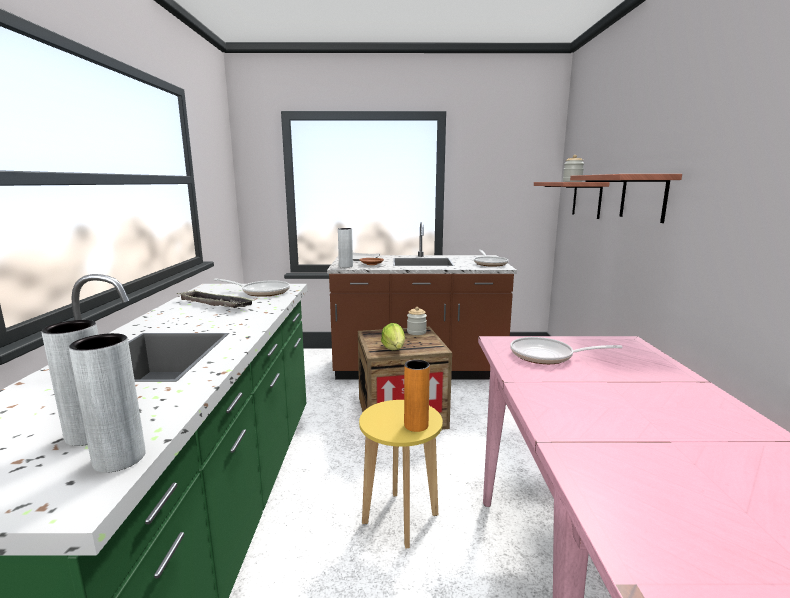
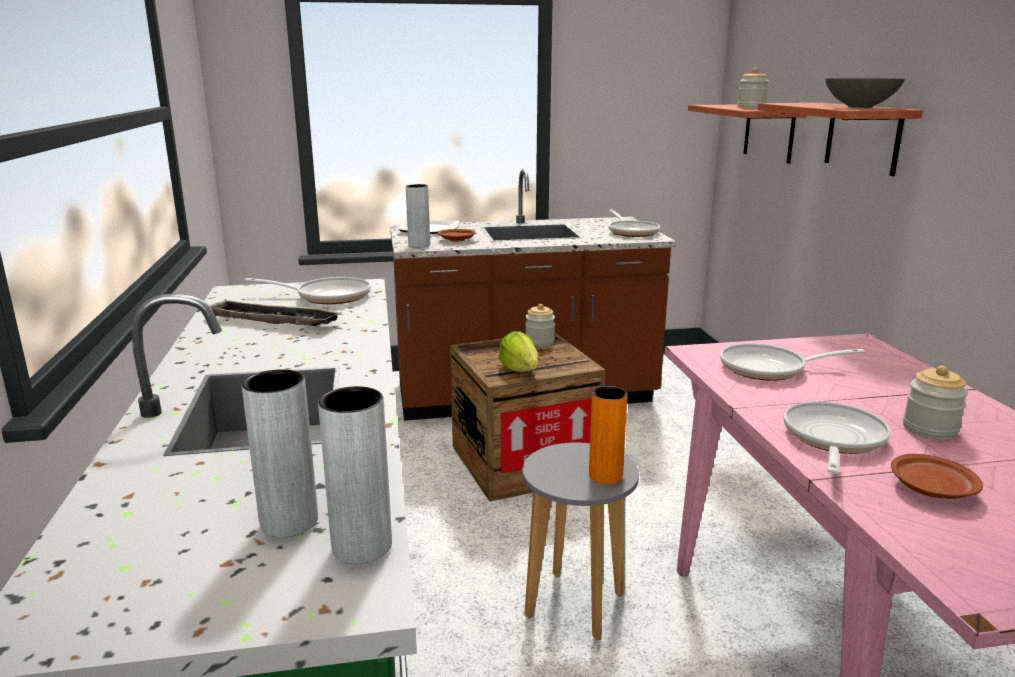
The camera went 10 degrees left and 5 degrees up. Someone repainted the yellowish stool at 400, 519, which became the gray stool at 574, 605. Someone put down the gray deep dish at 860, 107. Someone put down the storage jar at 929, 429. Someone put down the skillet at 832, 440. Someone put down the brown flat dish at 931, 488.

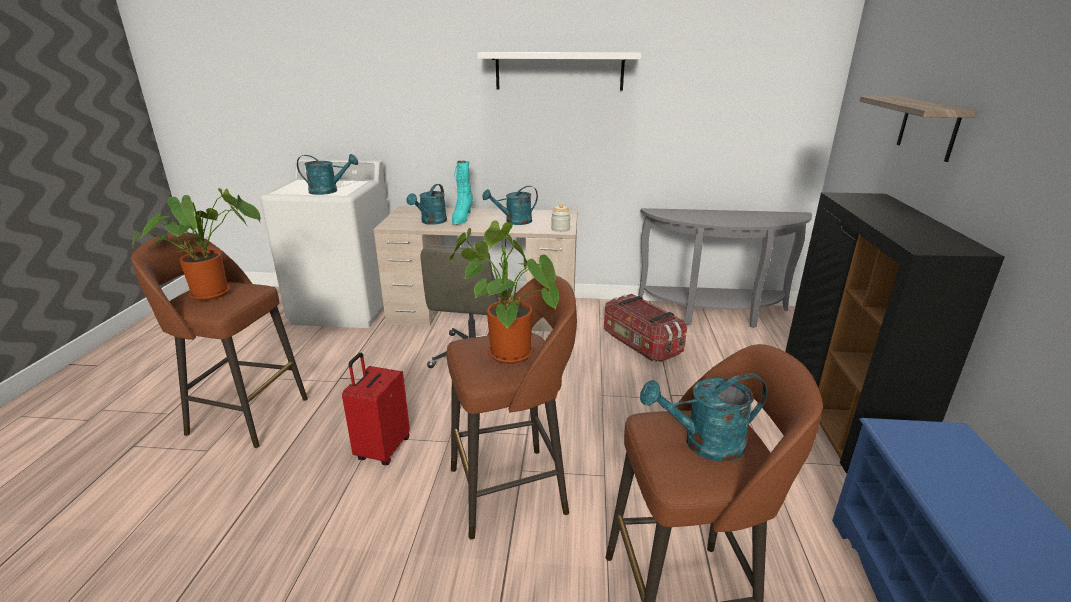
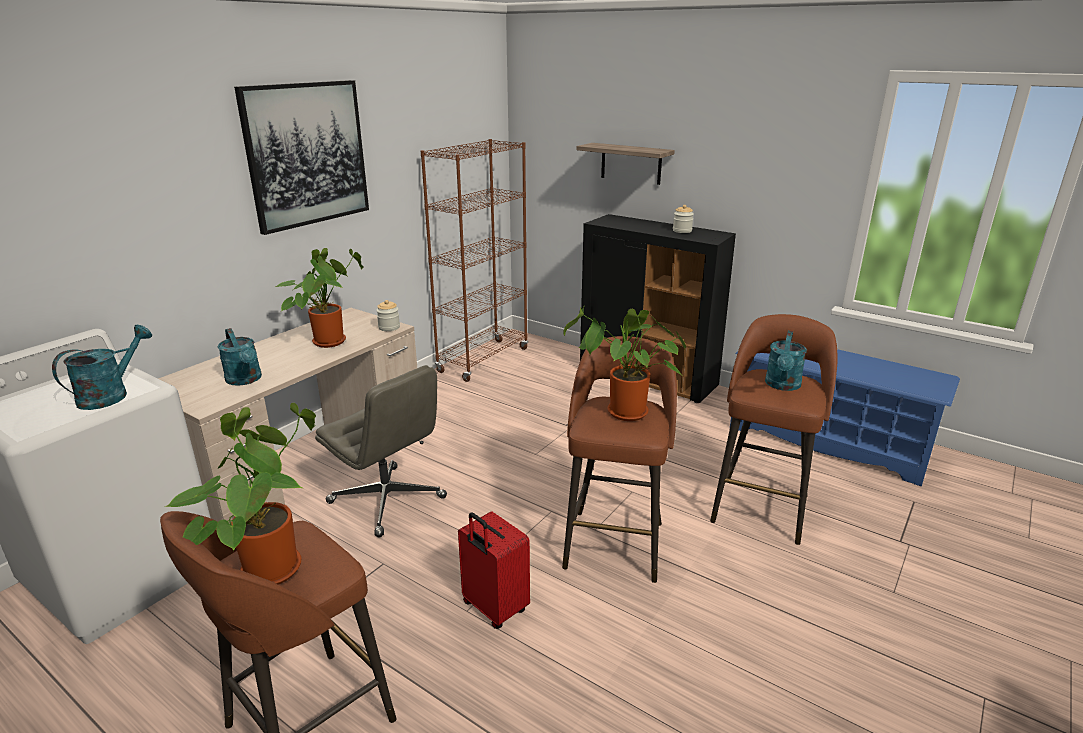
The camera went 60 degrees left and 0 degrees up. Someone swapped the whitish bracket shelf at 559, 71 for the wall art at 307, 154. Someone took away the turquoise-coloured high-top boot at 462, 219. Someone swapped the turquoise-coloured watering can at 514, 221 for the houseplant at 329, 340. Someone swapped the gray hall table at 714, 315 for the brown bookshelf at 483, 360. Someone took away the storage box at 640, 344. Someone put down the storage jar at 682, 231.

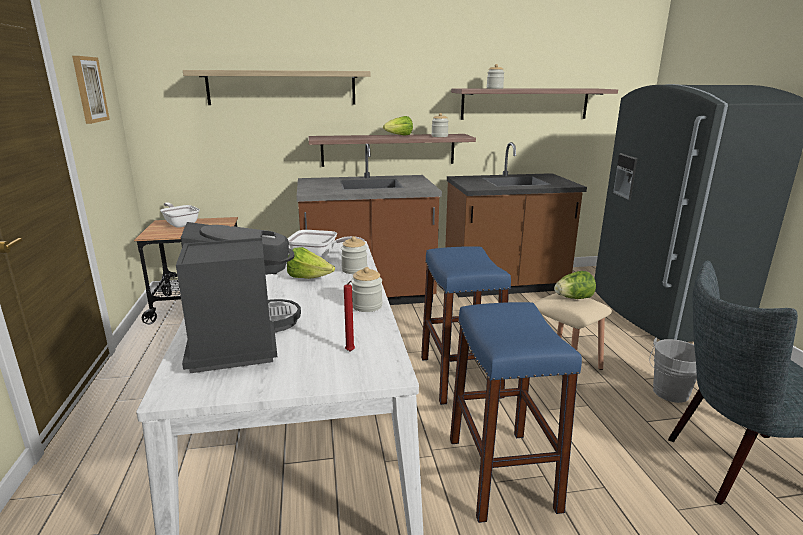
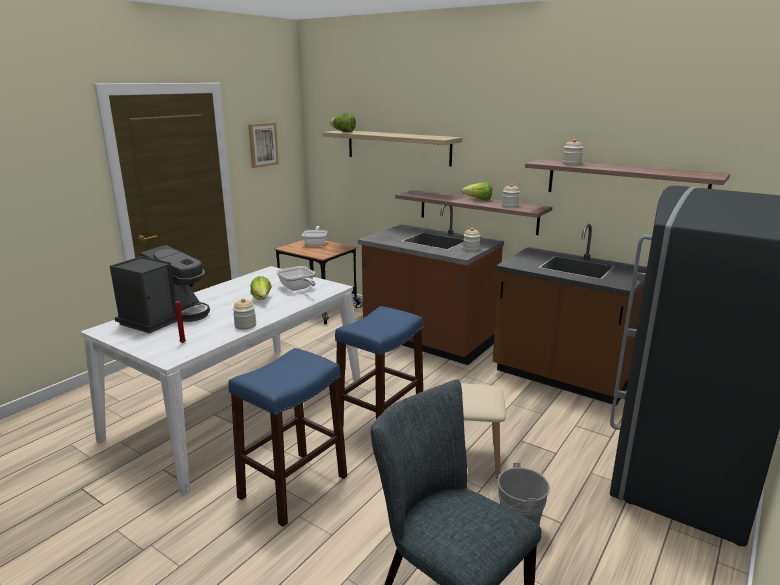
The camera went 45 degrees right and 0 degrees up. Someone carried the storage jar from 354, 270 to 471, 250. Someone carried the lettuce head from 573, 298 to 343, 132.

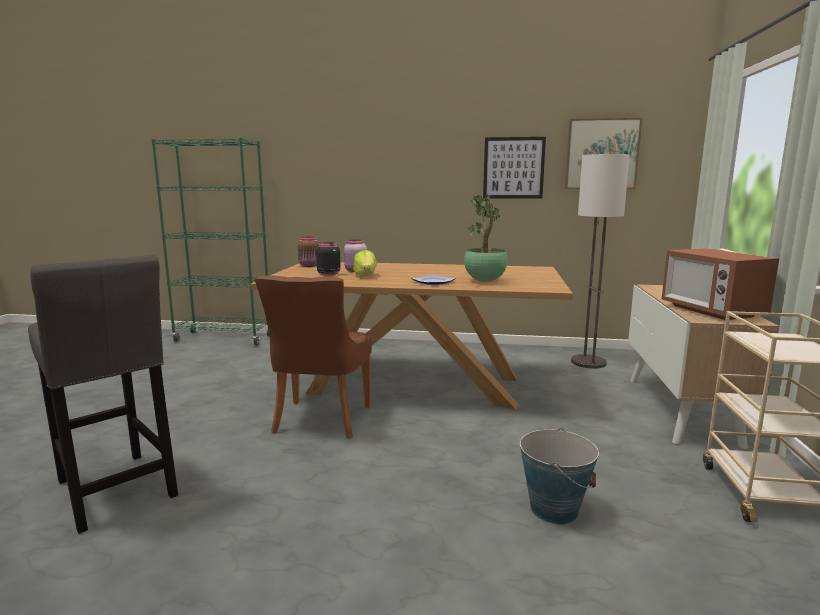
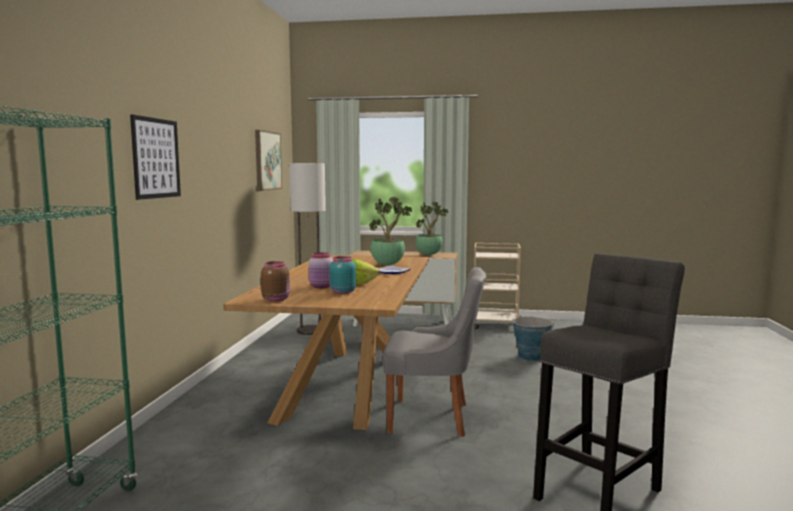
The camera went 90 degrees left and 5 degrees down. Someone carried the wall art from 513, 168 to 156, 158. Someone repainted the blackish storage jar at 328, 274, which became the turquoise-coloured storage jar at 342, 292. Someone swapped the microwave at 711, 311 for the houseplant at 429, 254. Someone repainted the brown plain chair at 320, 420, which became the gray plain chair at 433, 418.

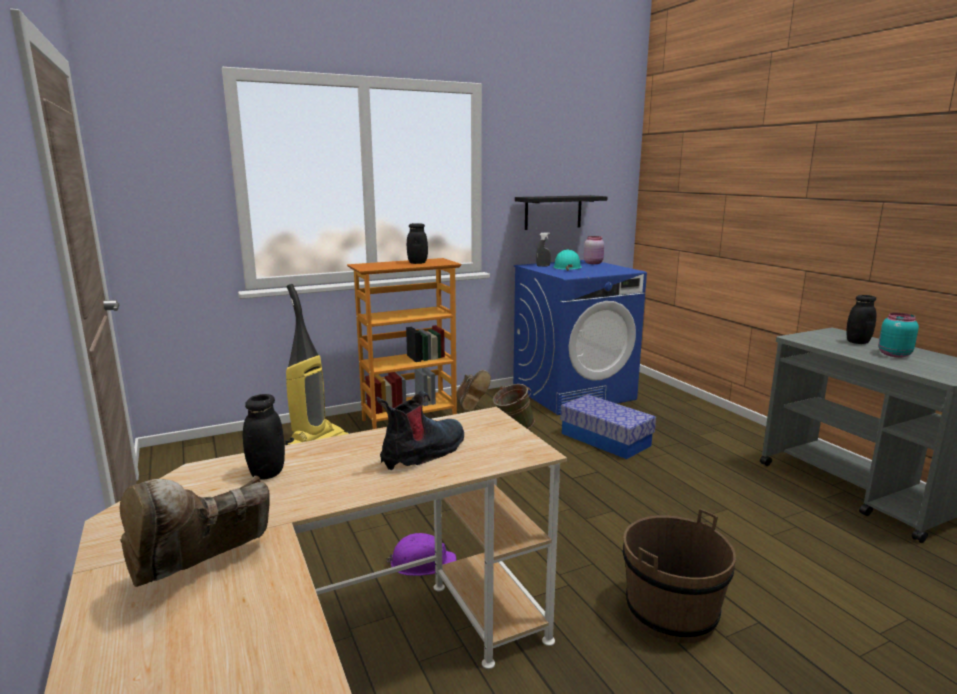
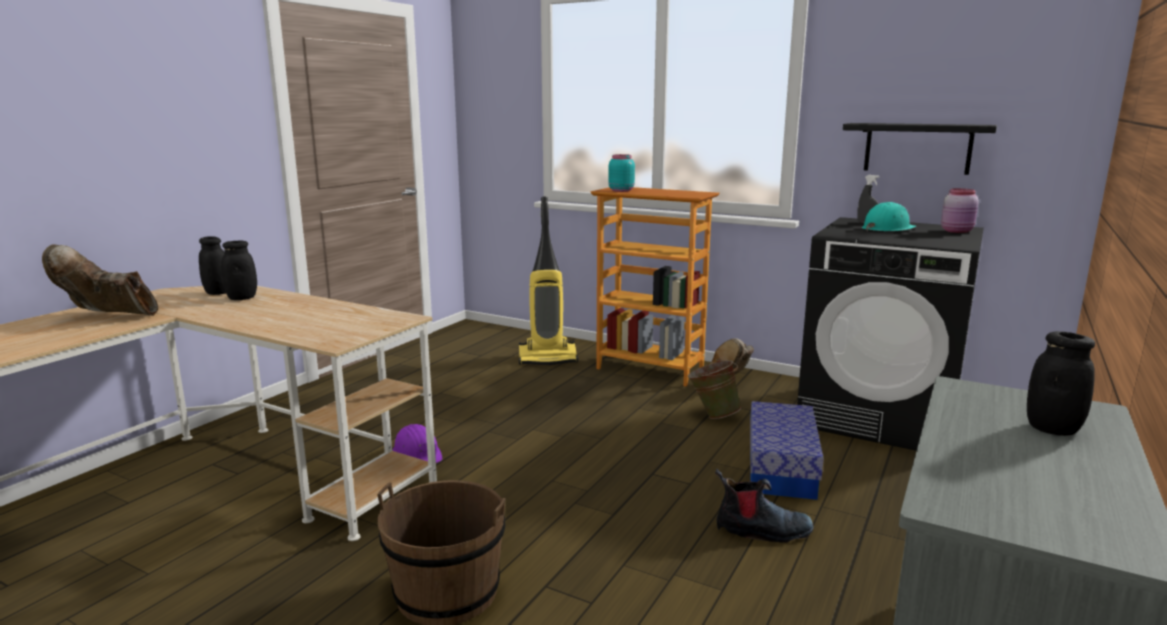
The camera went 55 degrees right and 0 degrees up. Someone carried the blackish storage jar from 417, 263 to 217, 292. Someone repainted the bluish laundry machine at 573, 393, which became the blackish laundry machine at 879, 416. Someone carried the turquoise-coloured storage jar from 893, 354 to 621, 190. Someone carried the high-top boot from 424, 453 to 762, 531.

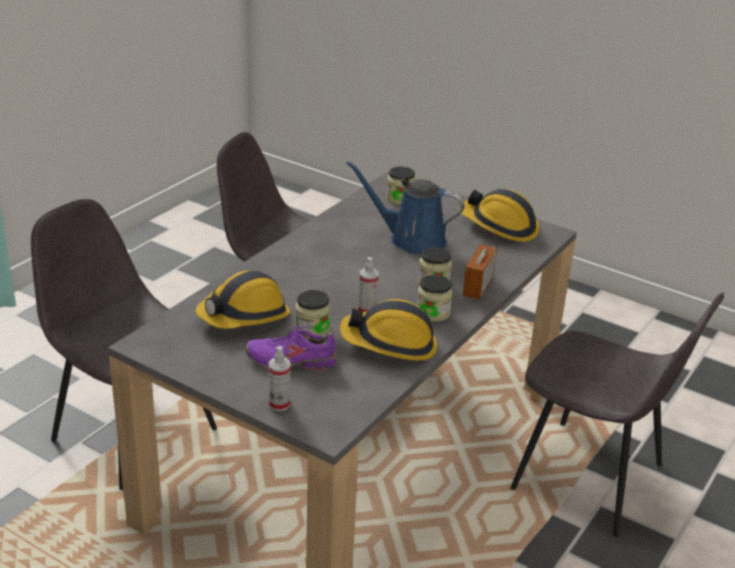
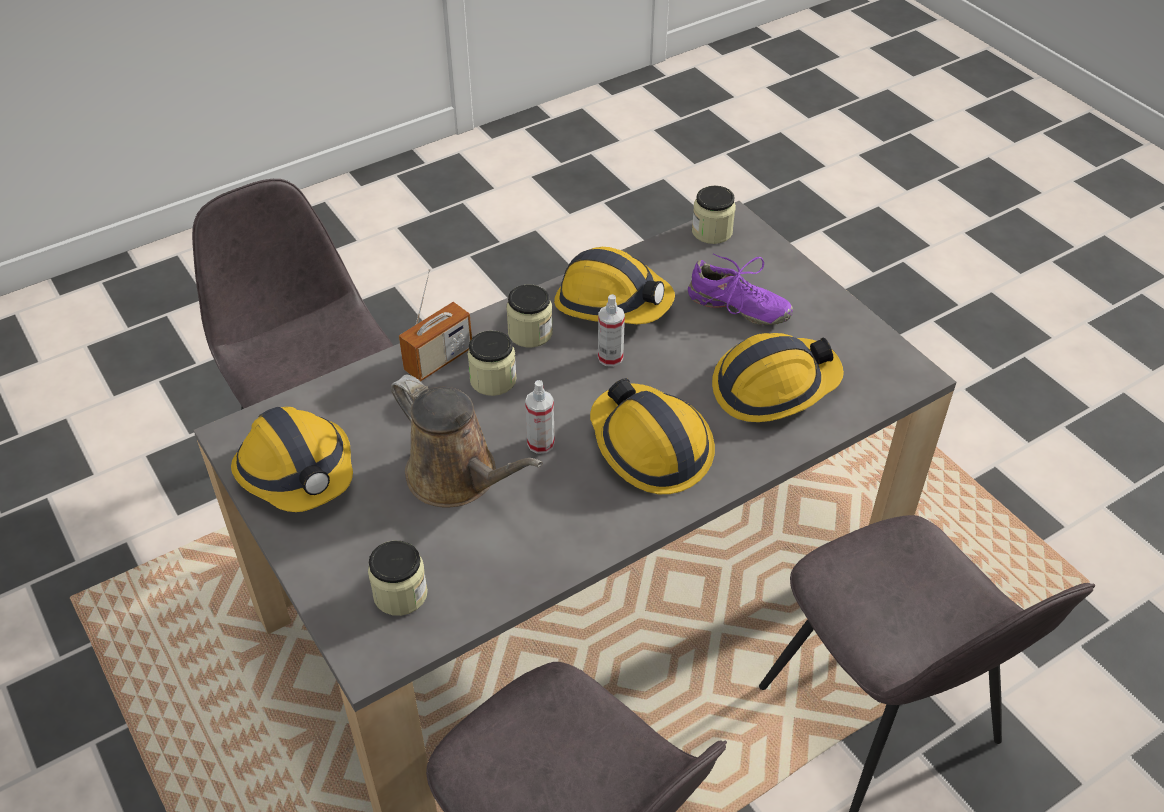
The camera went 155 degrees left and 15 degrees up. Someone repainted the bluish watering can at 411, 239, which became the brown watering can at 458, 477. Someone carried the storage jar from 312, 329 to 712, 231. Someone carried the hand sprayer from 279, 404 to 541, 443. Someone put down the work helmet at 650, 447.

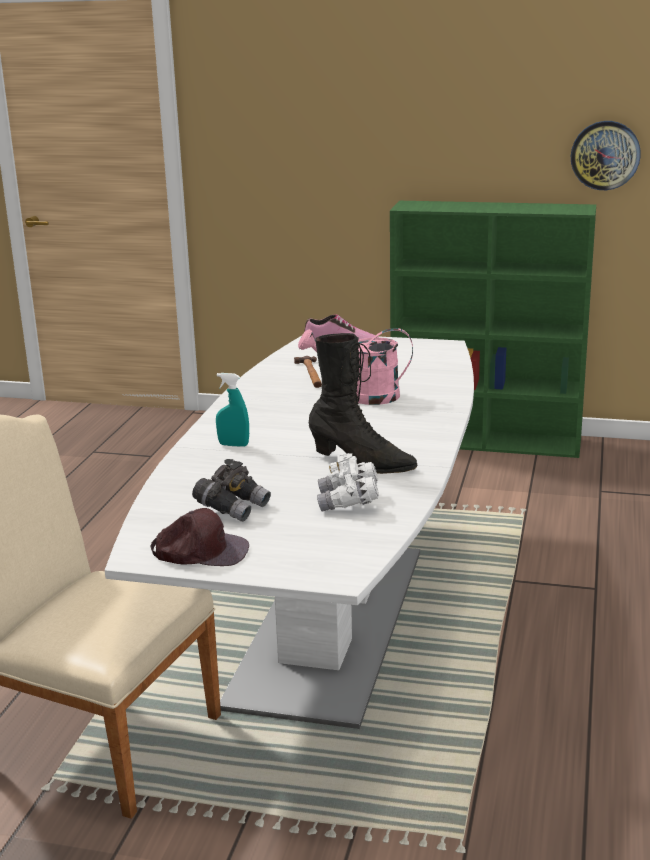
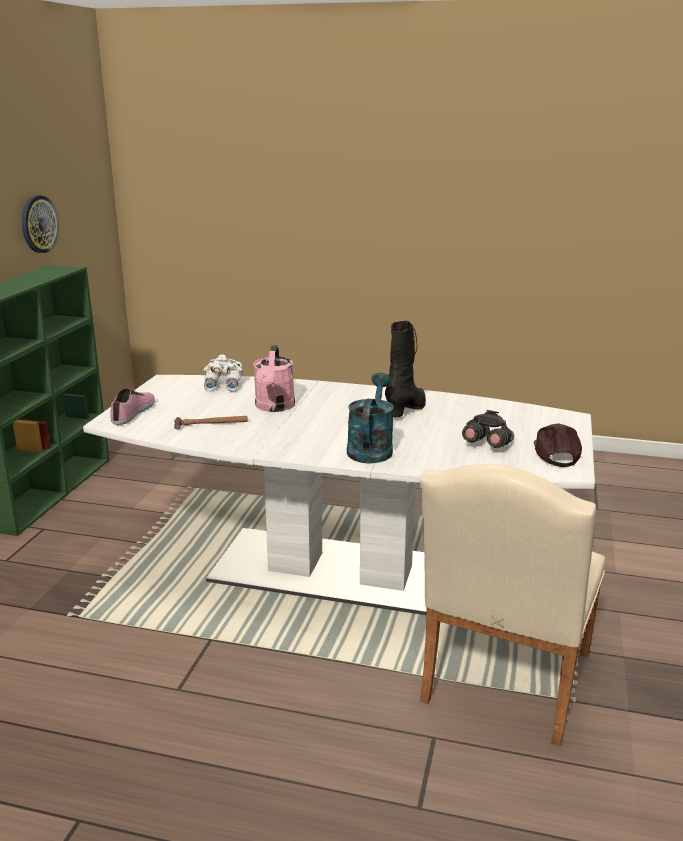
The camera went 90 degrees left and 0 degrees up. Someone swapped the turquoise-coloured hand sprayer at 233, 445 for the turquoise-coloured watering can at 371, 448. Someone carried the whitish field glasses from 349, 502 to 224, 385.

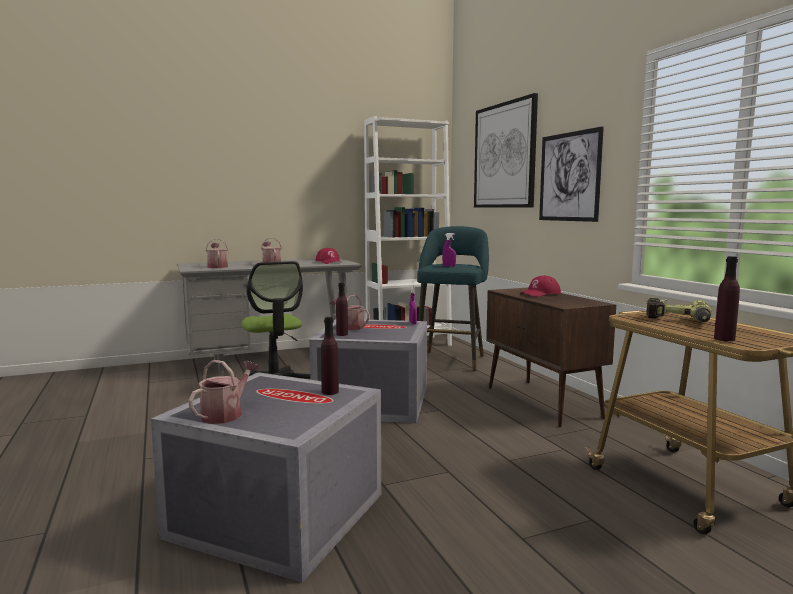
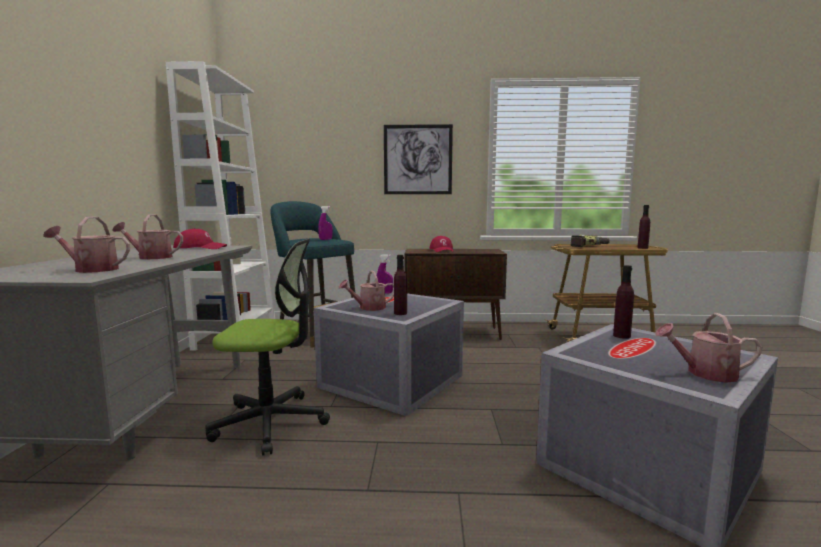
The camera went 65 degrees left and 0 degrees up. Someone took away the wall art at 504, 156. Someone rotated the watering can at 225, 414 by 45 degrees counterclockwise.

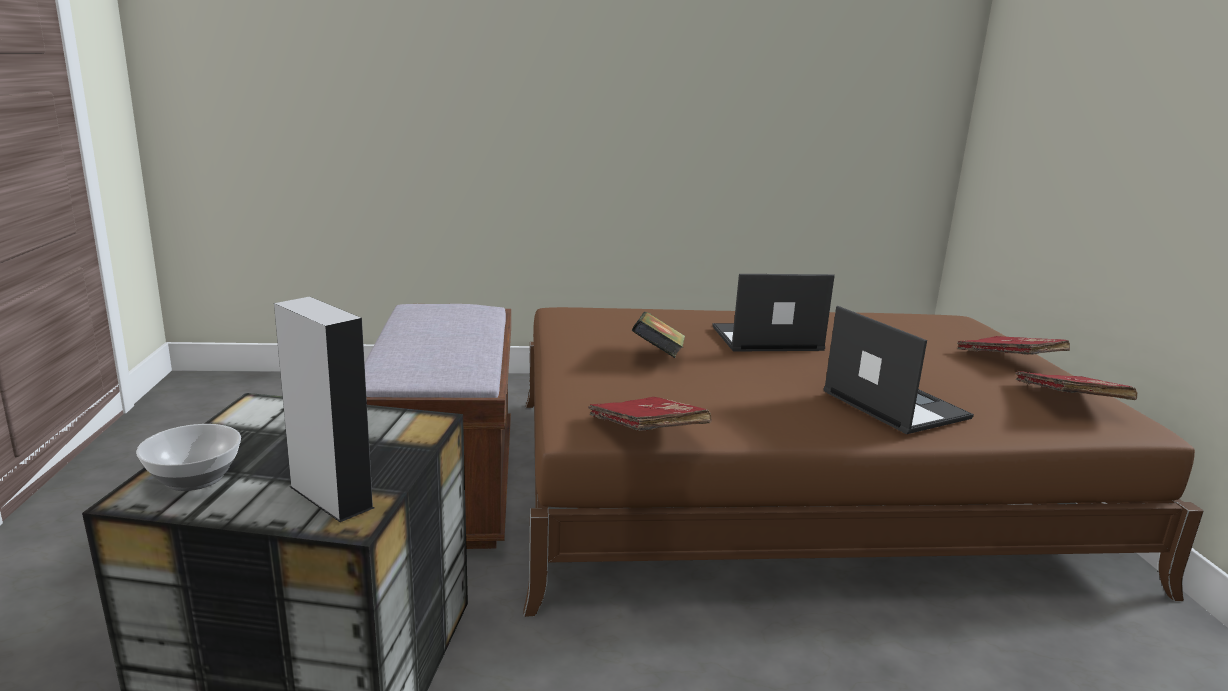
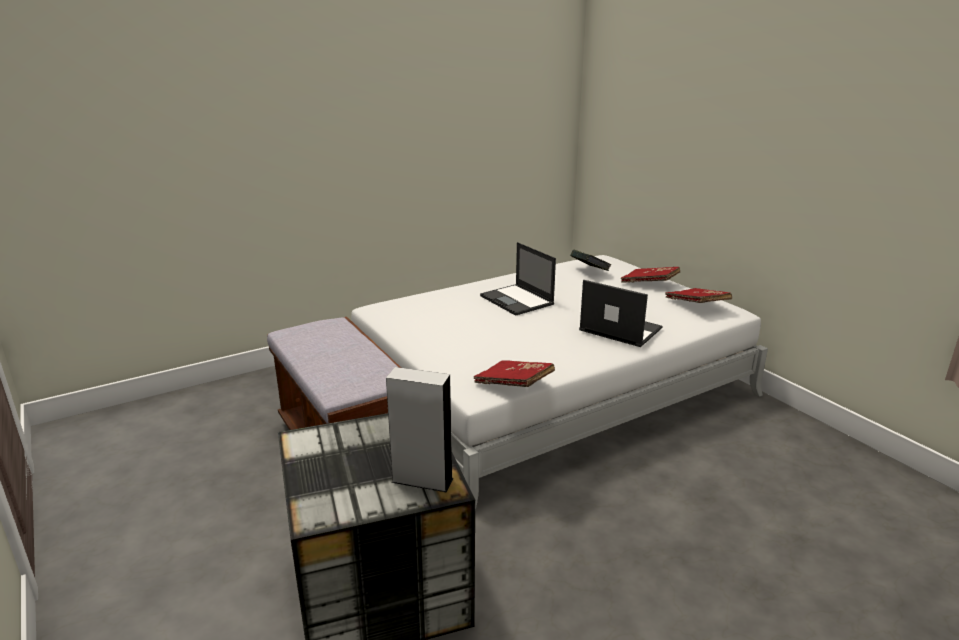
The camera went 25 degrees left and 5 degrees up. Someone rotated the portable computer at 765, 338 by 90 degrees counterclockwise. Someone repainted the brown bedroom bed at 792, 484, which became the whitish bedroom bed at 549, 386. Someone carried the book from 658, 356 to 589, 272. Someone took away the deep dish at 193, 479.

